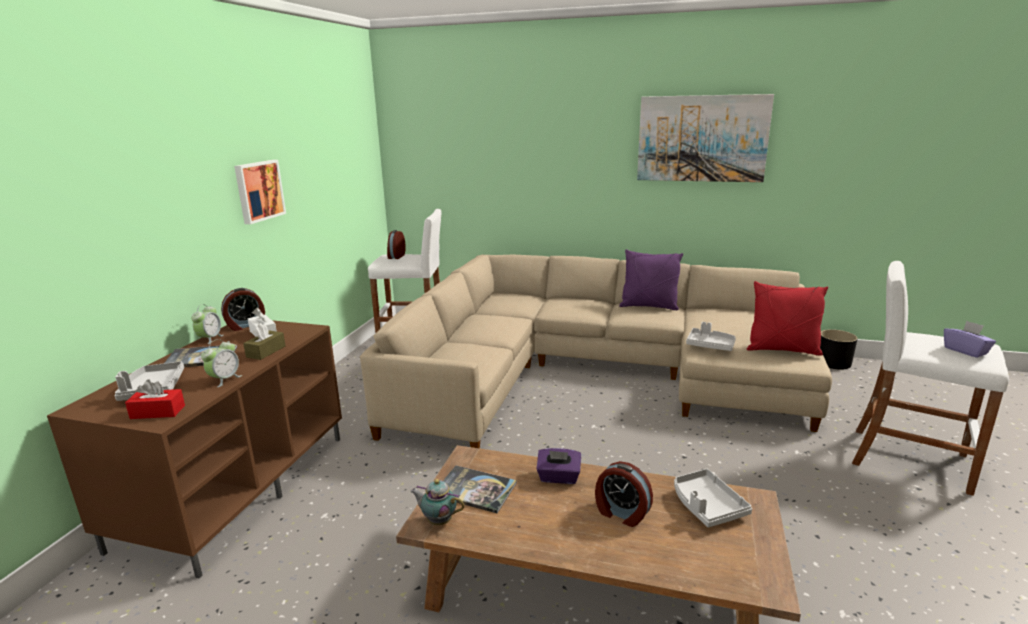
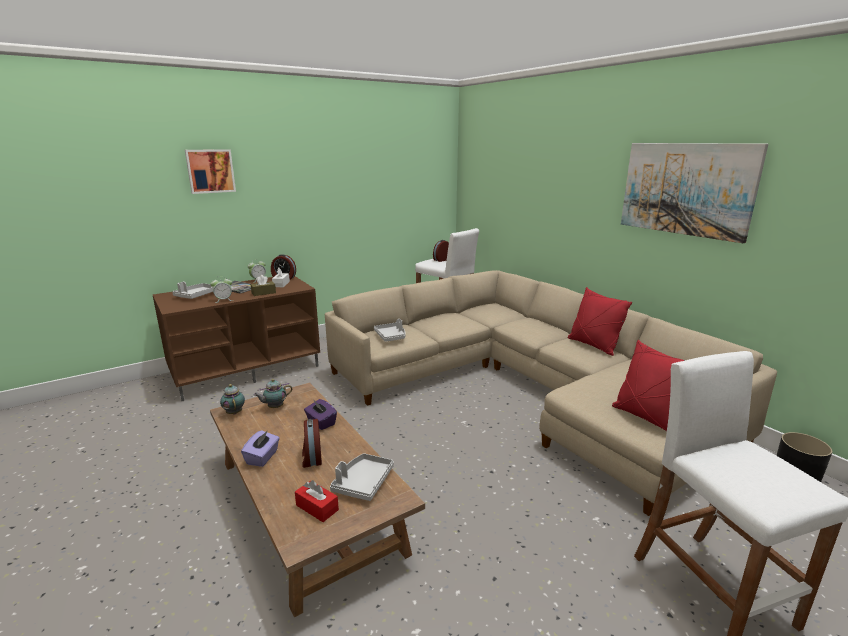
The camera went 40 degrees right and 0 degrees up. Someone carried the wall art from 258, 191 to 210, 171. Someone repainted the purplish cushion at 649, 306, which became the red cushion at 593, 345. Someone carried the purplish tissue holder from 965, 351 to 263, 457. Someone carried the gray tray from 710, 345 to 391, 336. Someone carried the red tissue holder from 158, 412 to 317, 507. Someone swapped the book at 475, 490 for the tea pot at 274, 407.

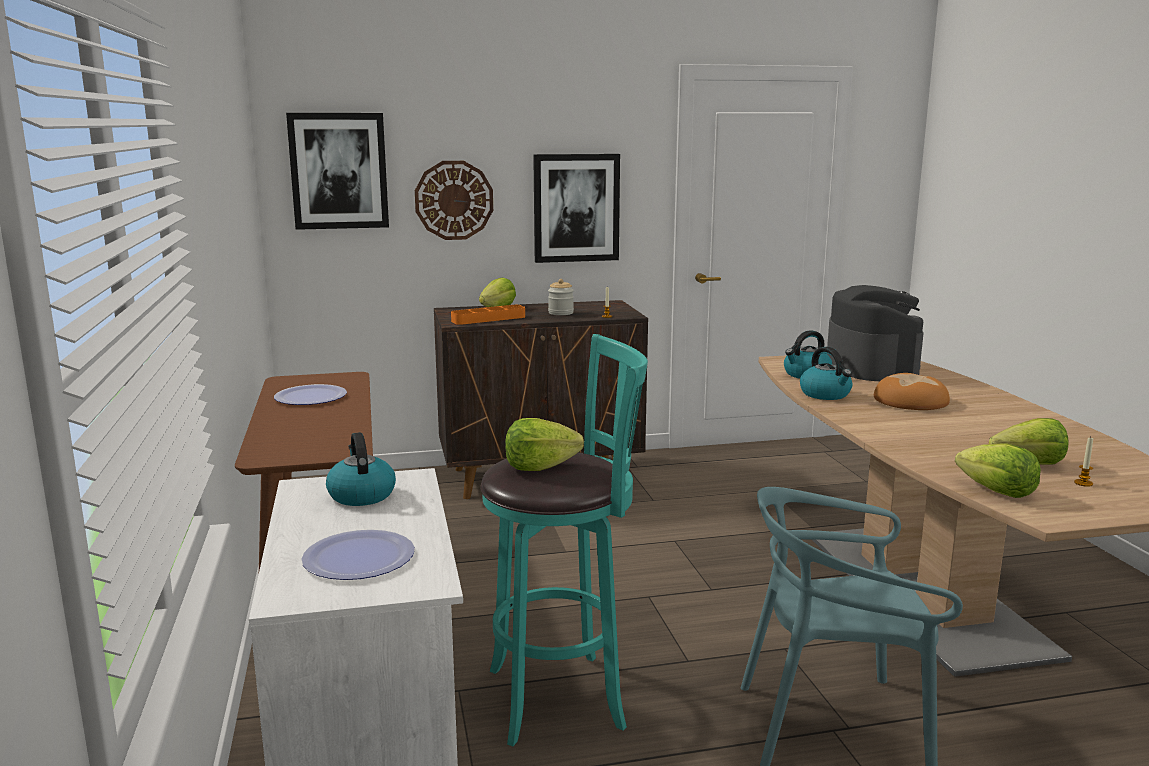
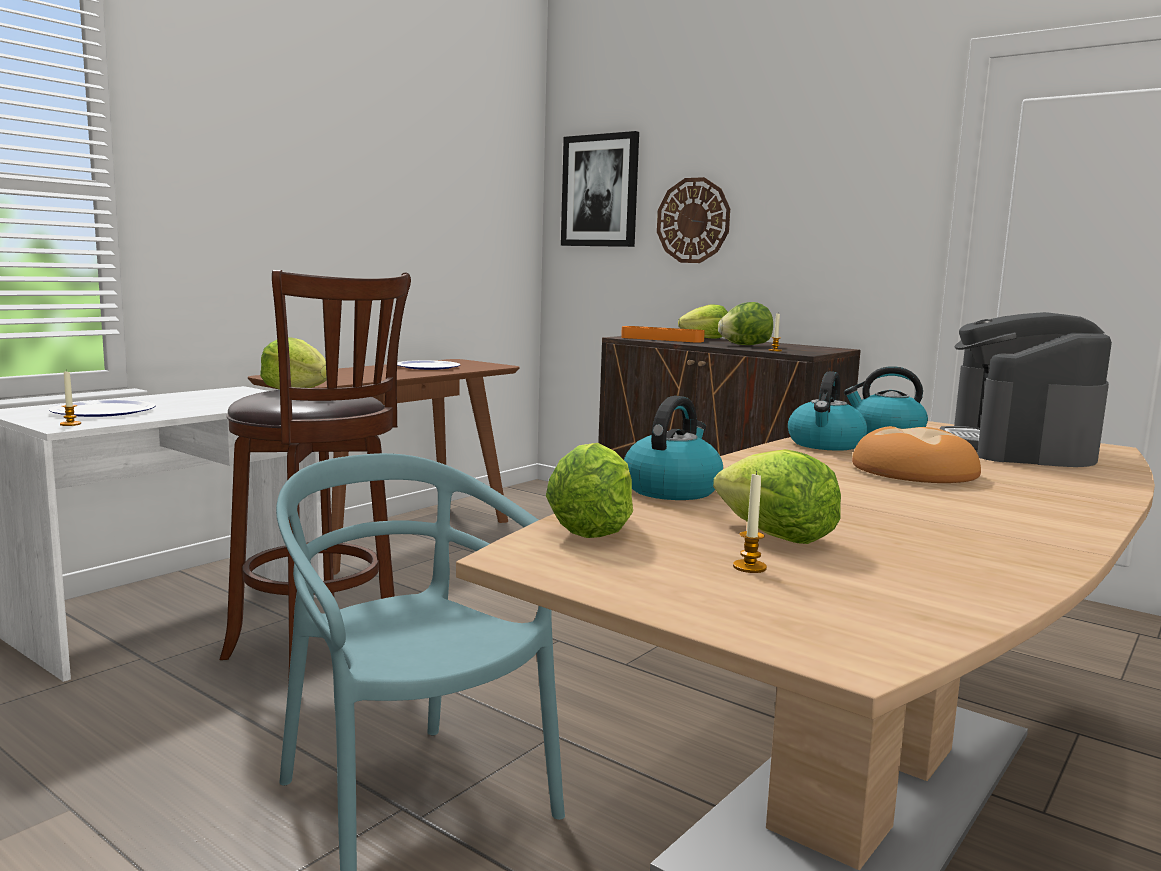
The camera went 50 degrees right and 5 degrees down. Someone took away the wall art at 576, 208. Someone swapped the storage jar at 561, 313 for the lettuce head at 745, 345. Someone rotated the coffee machine at 870, 367 by 150 degrees clockwise. Someone repainted the turquoise-coloured stool at 564, 696, which became the brown stool at 320, 656. Someone carried the kettle from 361, 495 to 672, 489. Someone put down the wax light at 70, 424.

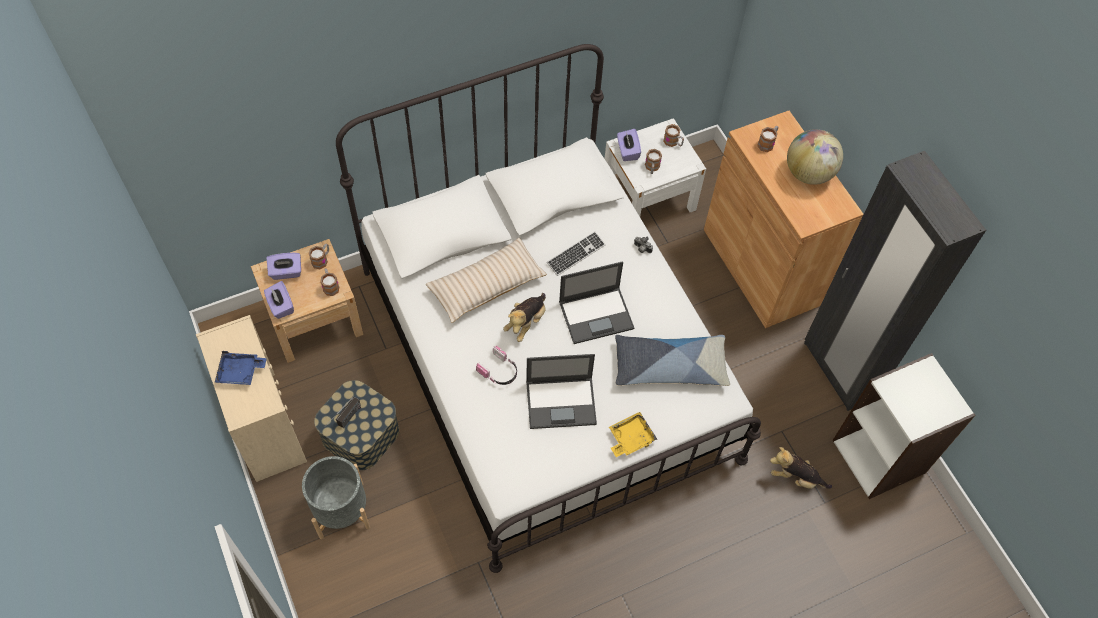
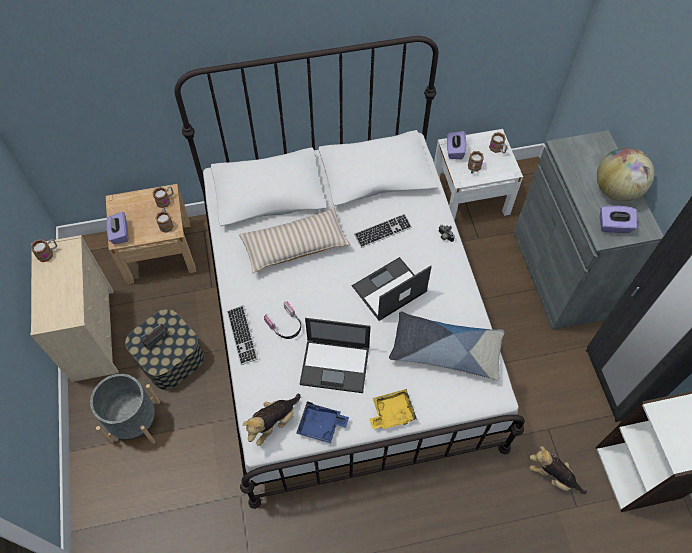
The camera went 15 degrees right and 0 degrees up. Someone repainted the brown cupboard at 760, 267, which became the gray cupboard at 558, 274. Someone carried the coffee mug from 767, 143 to 48, 253. Someone carried the purplish tissue holder from 286, 272 to 614, 226. Someone rotated the portable computer at 597, 315 by 150 degrees clockwise. Someone carried the soft toy from 526, 322 to 273, 423. Someone carried the bluish tray from 240, 372 to 321, 425. Someone put down the computer keyboard at 242, 335.

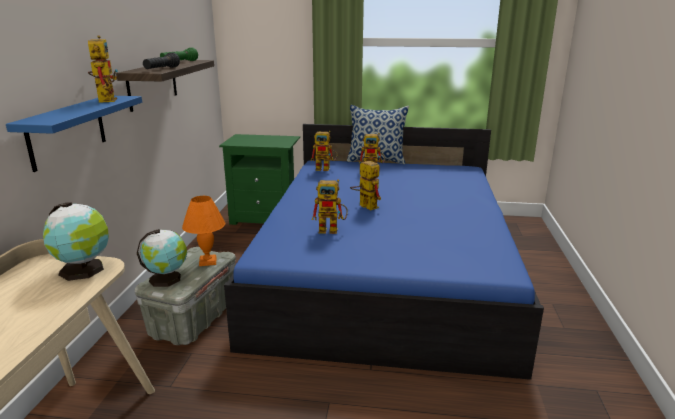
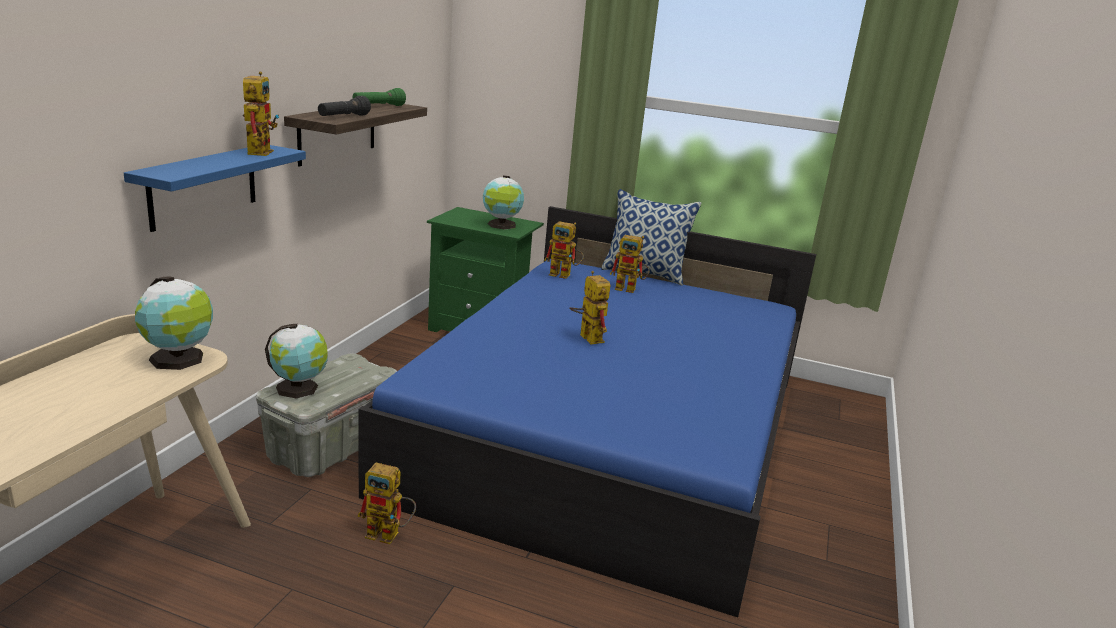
The camera went 10 degrees right and 0 degrees up. Someone carried the model robot from 332, 230 to 389, 534. Someone took away the orange tabletop lamp at 208, 261. Someone put down the world globe at 501, 225.

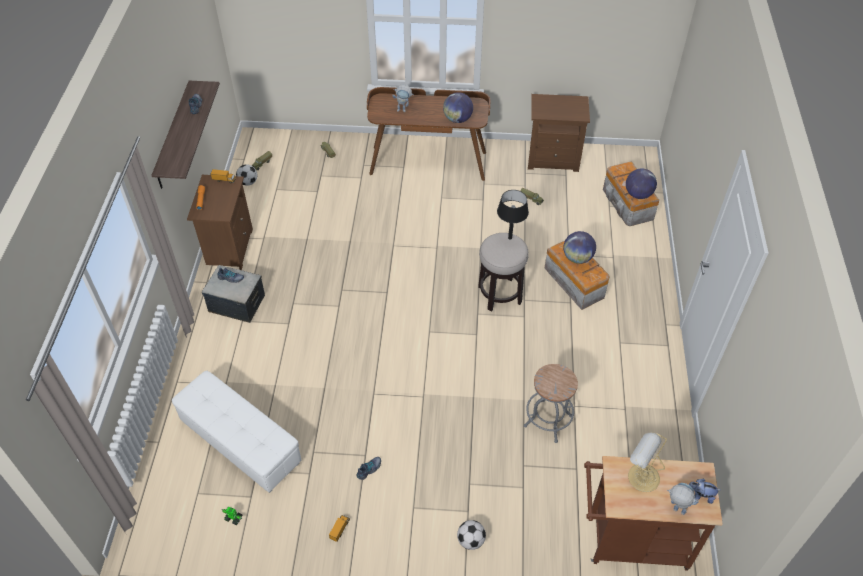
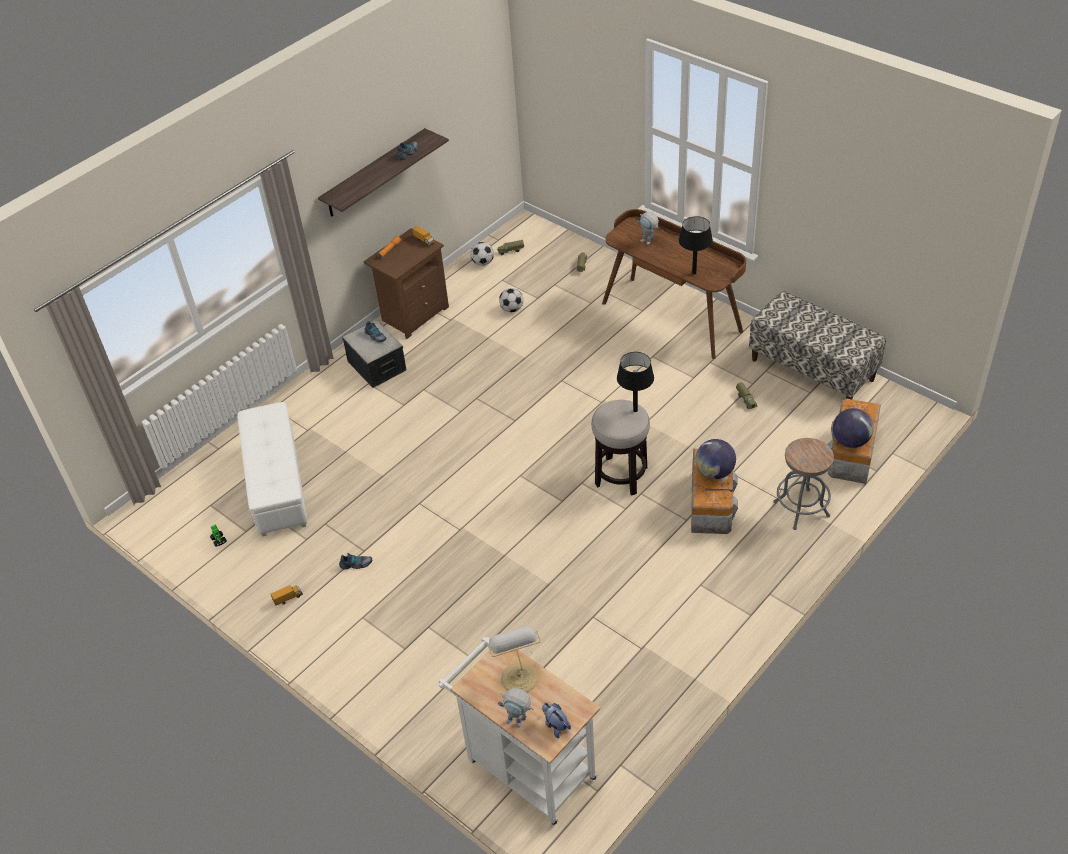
The camera went 40 degrees right and 5 degrees down. Someone swapped the world globe at 457, 119 for the blackish tabletop lamp at 694, 273. Someone swapped the brown night table at 553, 158 for the indoor bench at 812, 369. Someone carried the gray stool from 548, 421 to 801, 509. Someone repainted the brown cart at 630, 541, which became the whitish cart at 525, 766. Someone rotated the model robot at 675, 509 by 135 degrees clockwise. Someone carried the ball for football from 471, 540 to 512, 309.

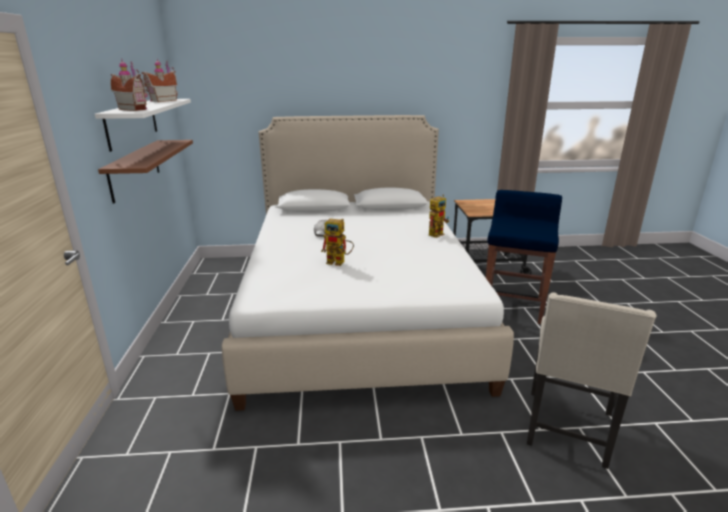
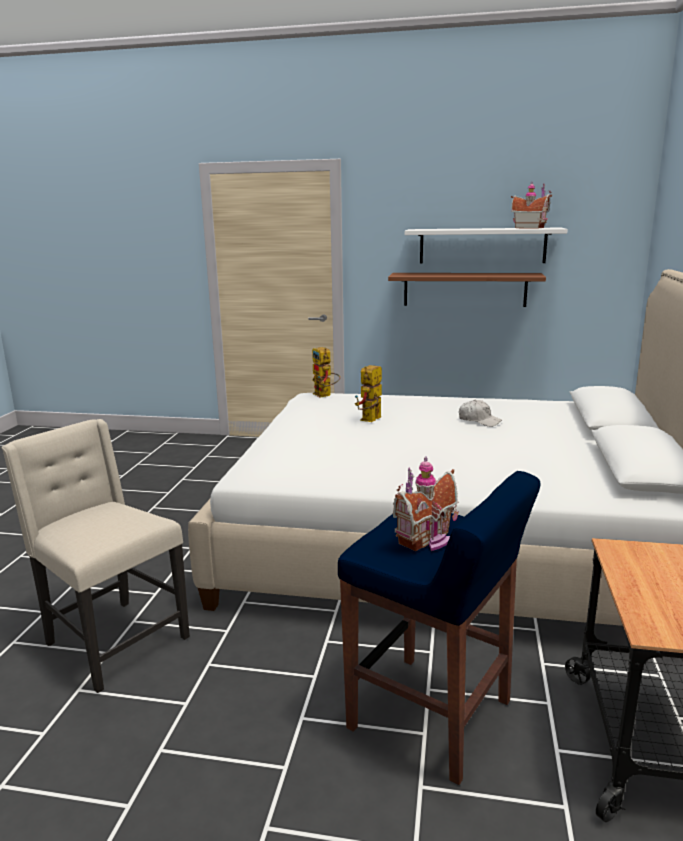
The camera went 105 degrees right and 5 degrees down. Someone carried the miniature house from 134, 109 to 428, 540. Someone carried the model robot from 437, 233 to 325, 395.

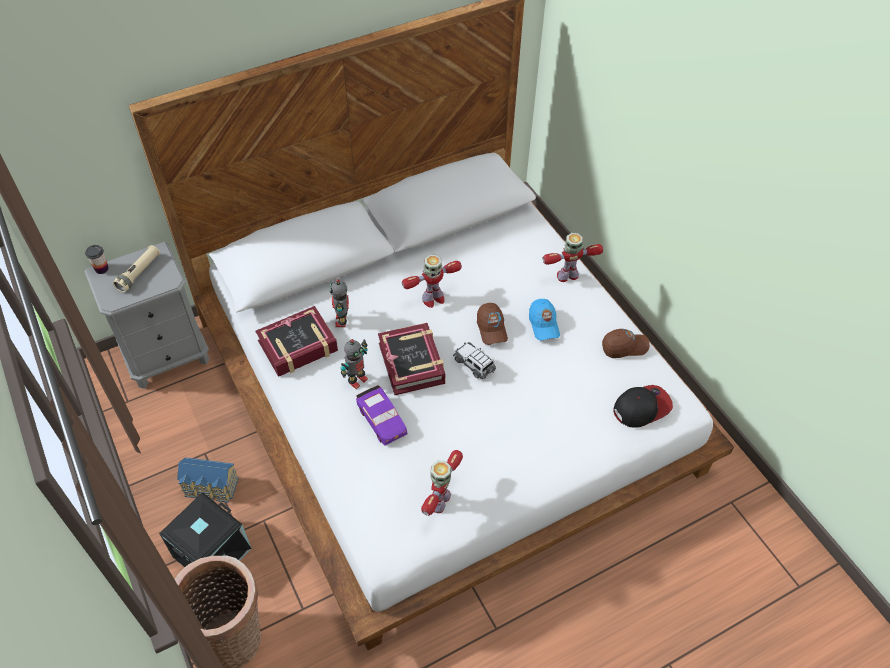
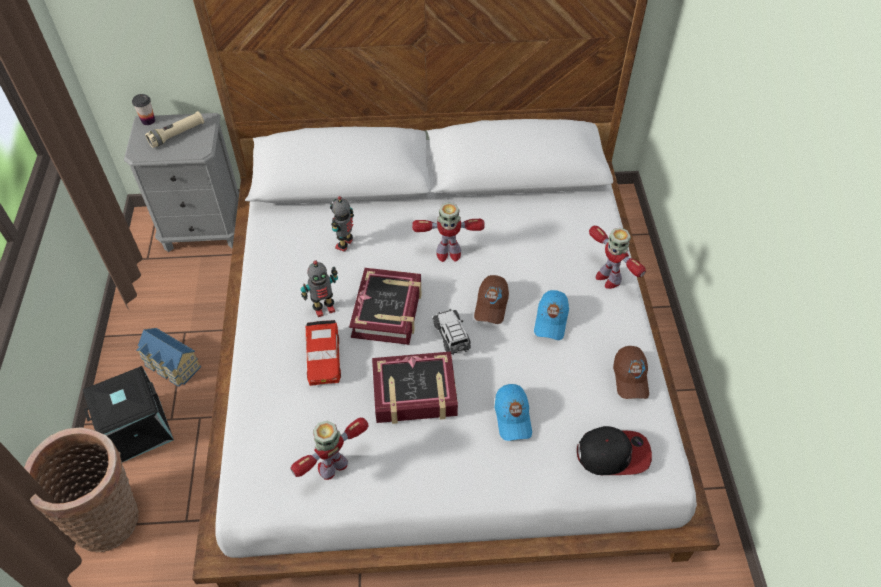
The camera went 25 degrees right and 0 degrees up. Someone rotated the model robot at 568, 276 by 135 degrees counterclockwise. Someone carried the book from 298, 346 to 414, 393. Someone rotated the brown baseball cap at 624, 347 by 75 degrees clockwise. Someone repainted the purplish miniature car at 382, 420, which became the red miniature car at 323, 358. Someone put down the bluish baseball cap at 512, 417.

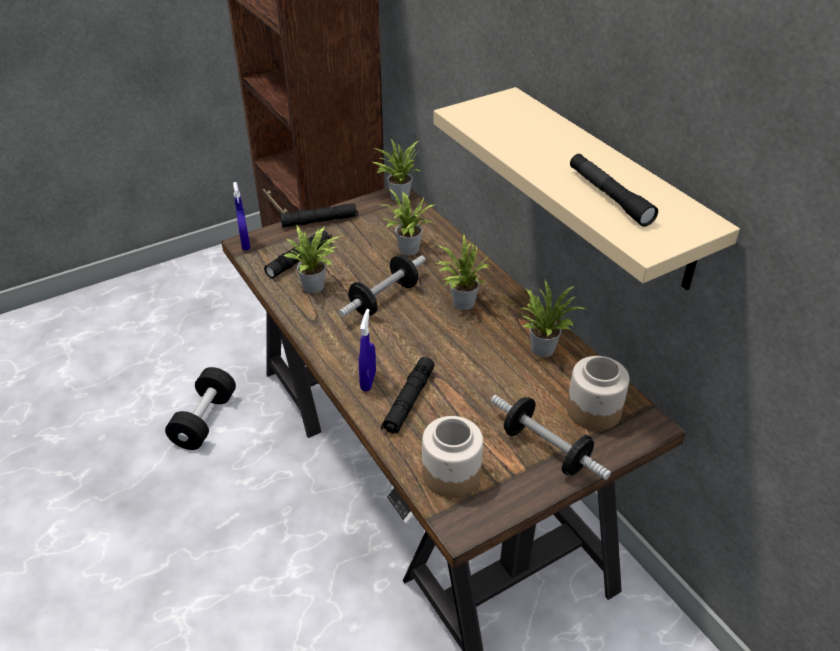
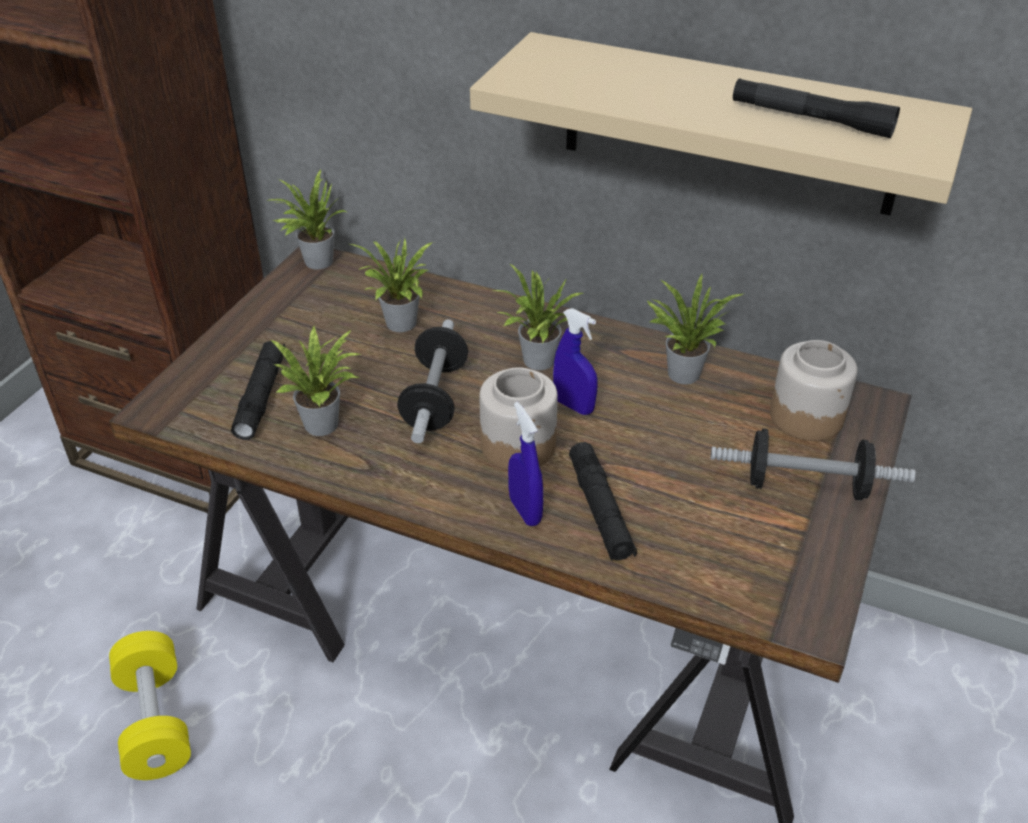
The camera went 35 degrees left and 0 degrees up. Someone carried the bluish hand sprayer from 245, 244 to 573, 406. Someone took away the blackish hand torch at 319, 221. Someone repainted the blackish hand weight at 205, 420, which became the yellowish hand weight at 155, 721. Someone carried the storage jar from 452, 474 to 518, 445.

